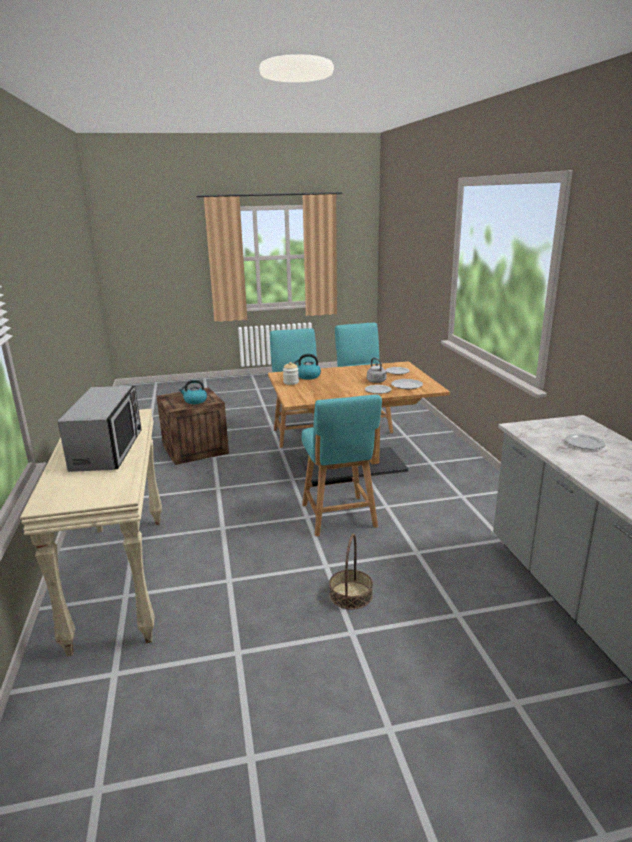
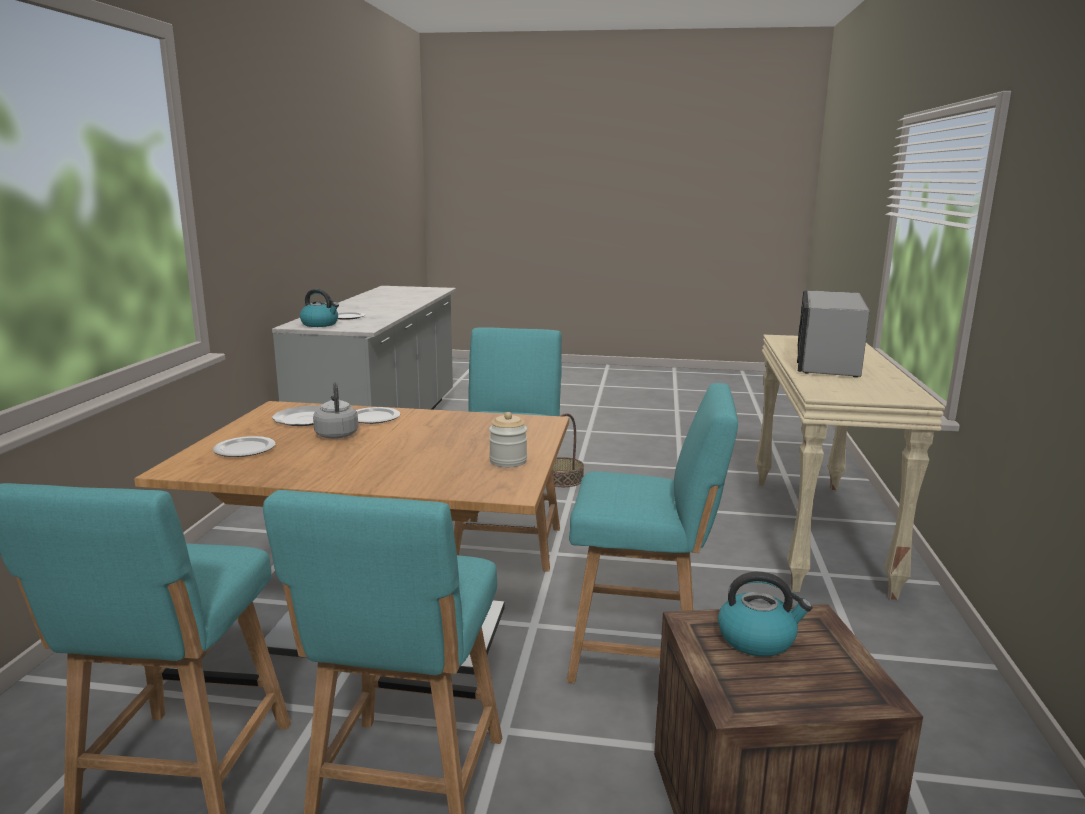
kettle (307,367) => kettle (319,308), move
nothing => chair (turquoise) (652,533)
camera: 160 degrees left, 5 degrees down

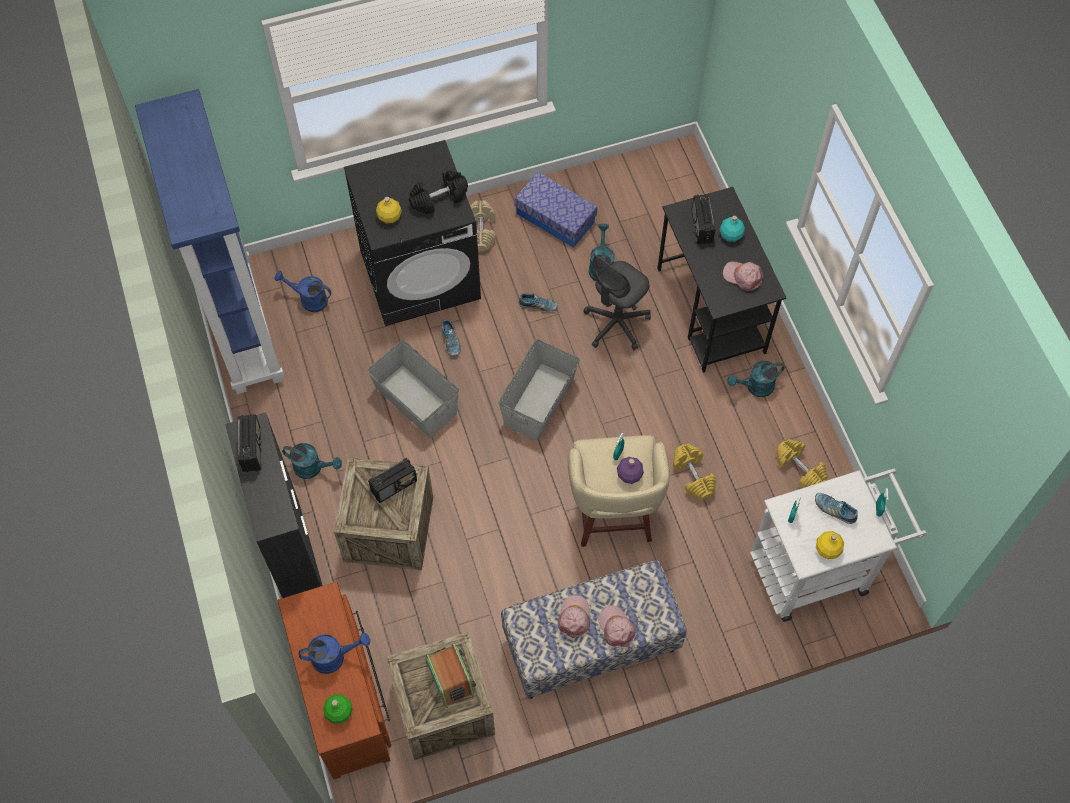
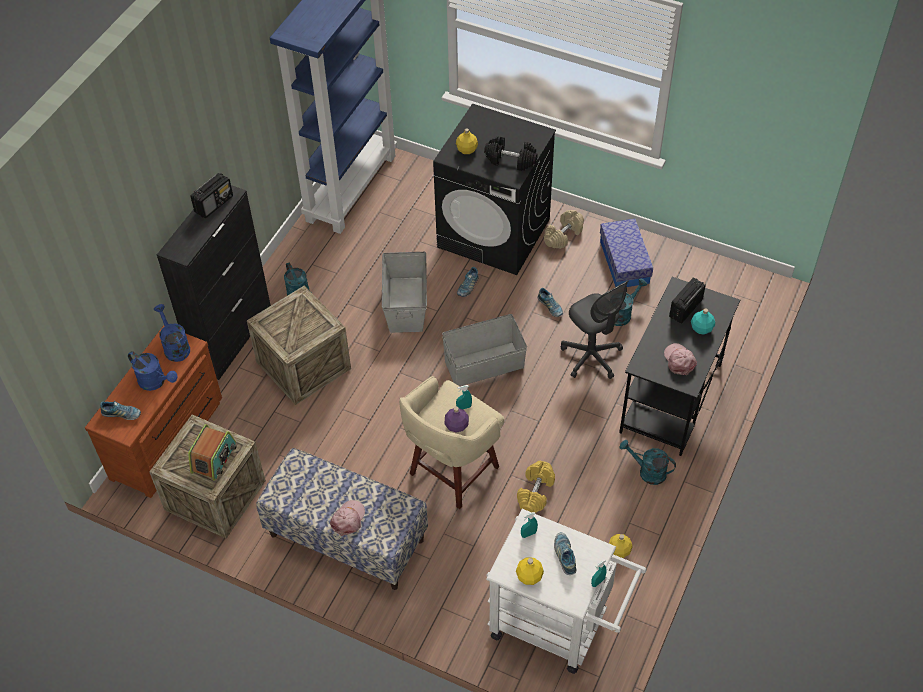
bottle (green) (338,709) => shoe (120,410)
watering can (blue) (302,291) => watering can (blue) (172,333), move
office chair (grey) (617,302) => office chair (grey) (594,330), 120 degrees counterclockwise
dumbbell (yellow) (802,463) => bottle (yellow) (620,546)
radio (392,480) => nothing
cap (pink) (574,616) => nothing
camera: 45 degrees right, 10 degrees down

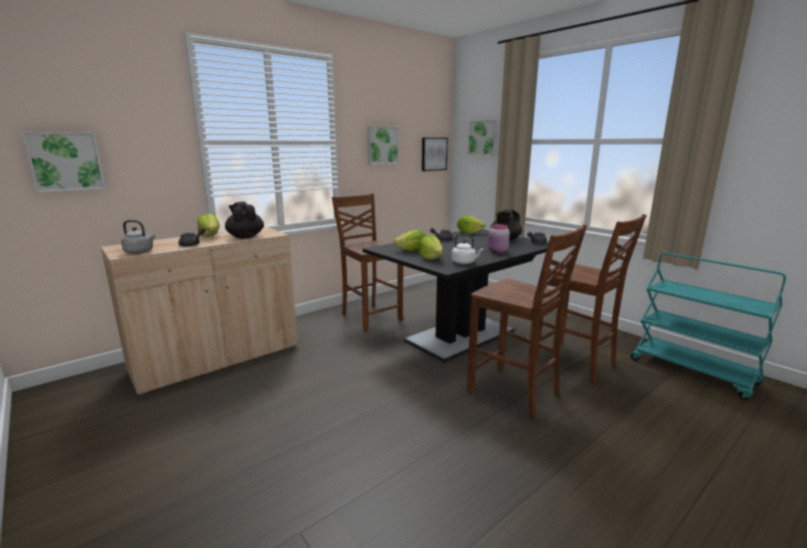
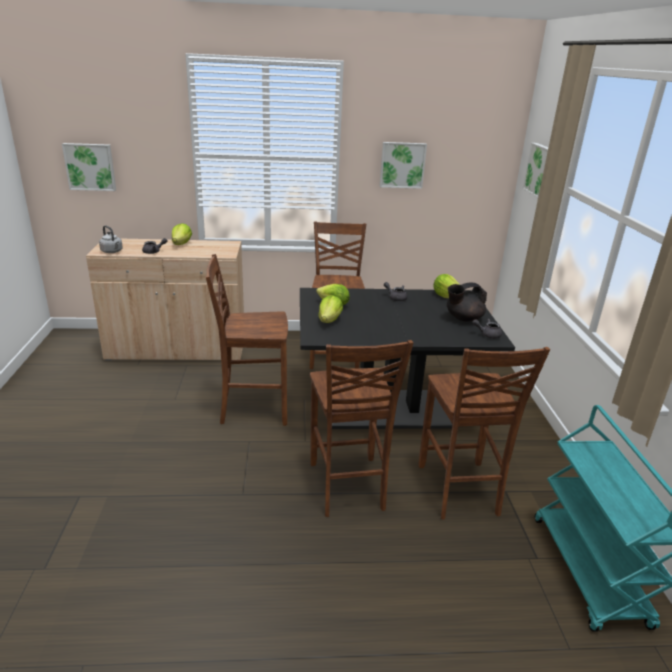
nothing => chair (brown) (246,340)
teapot (black) (244,220) => nothing
picture (435,154) => nothing
kettle (white) (467,249) => nothing
jar (pink) (499,238) => nothing
camera: 35 degrees right, 10 degrees up

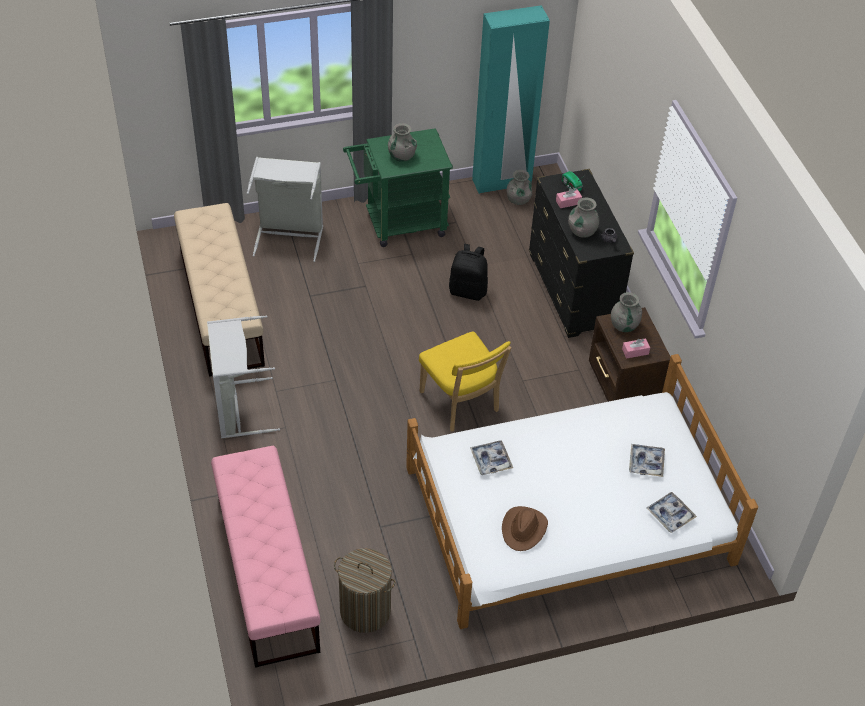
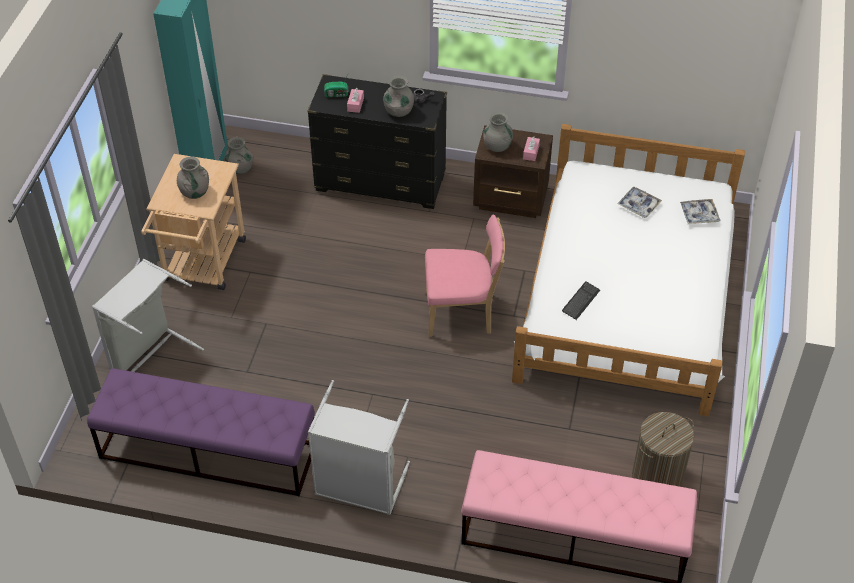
bench (beige) (219,290) => bench (purple) (201,432)
cart (green) (398,187) => cart (beige) (194,222)
chair (yellow) (465,382) => chair (pink) (465,275)
tray (491,457) => keyboard (581,300)
backpack (black) (468,272) => nothing
hat (brown) (525,528) => nothing
camera: 60 degrees left, 0 degrees up

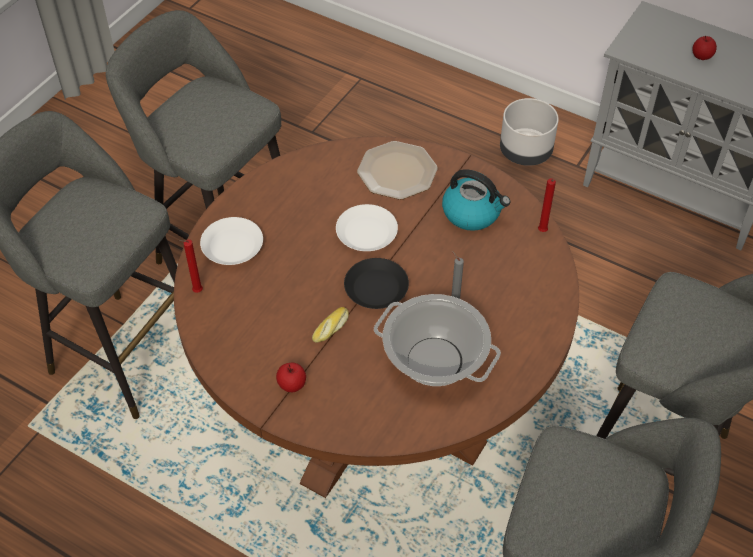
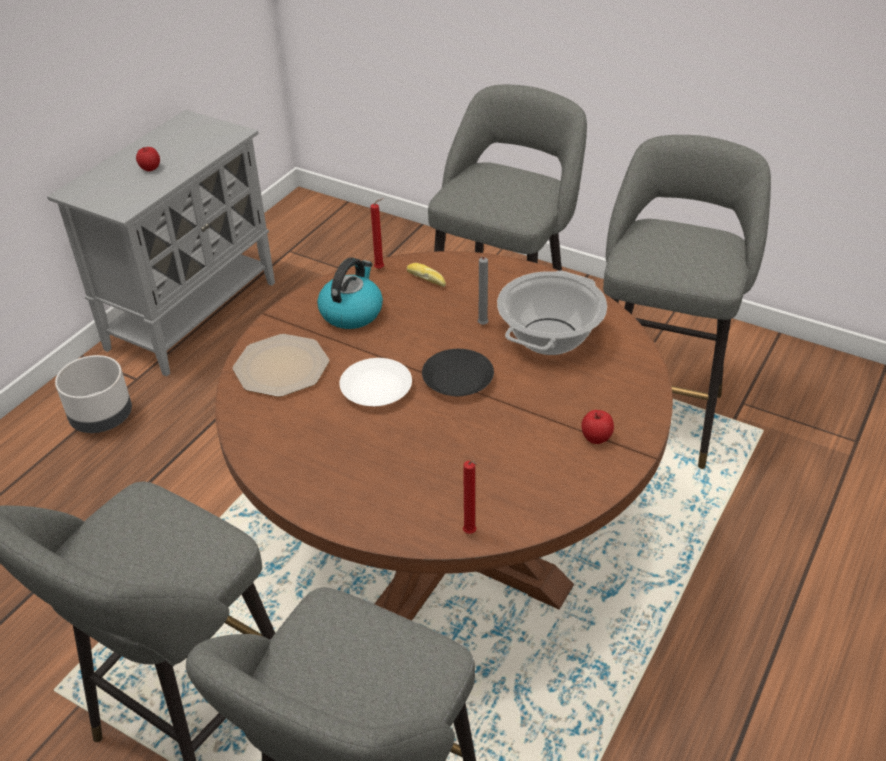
bread (330,325) => bread (426,275), move
plate (white) (231,241) => nothing
camera: 90 degrees left, 10 degrees down

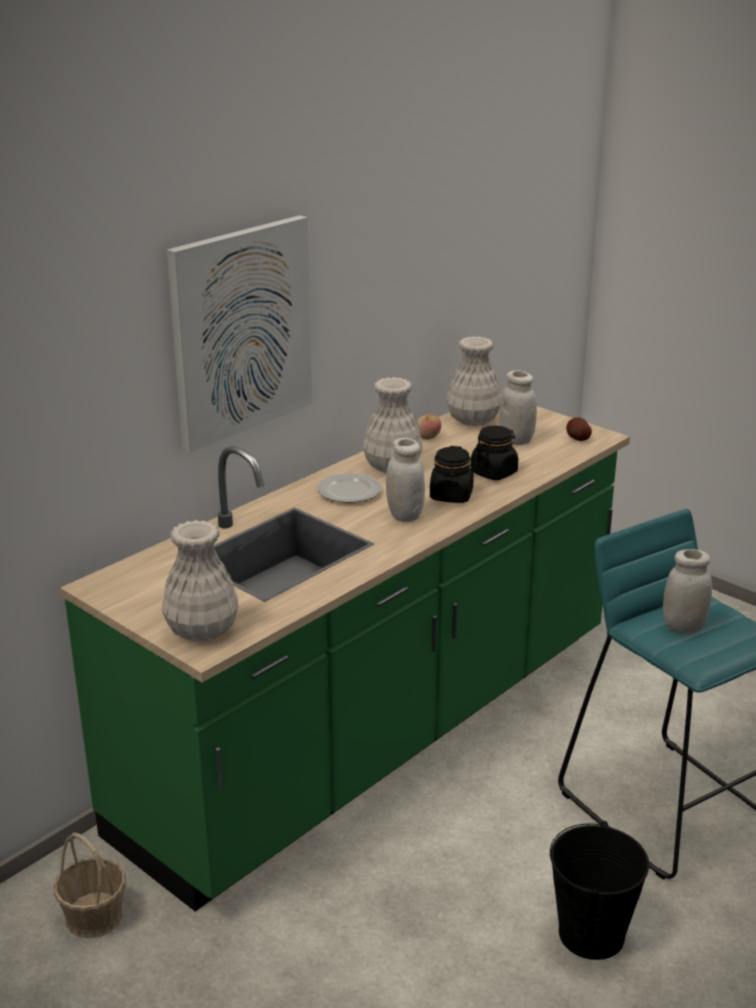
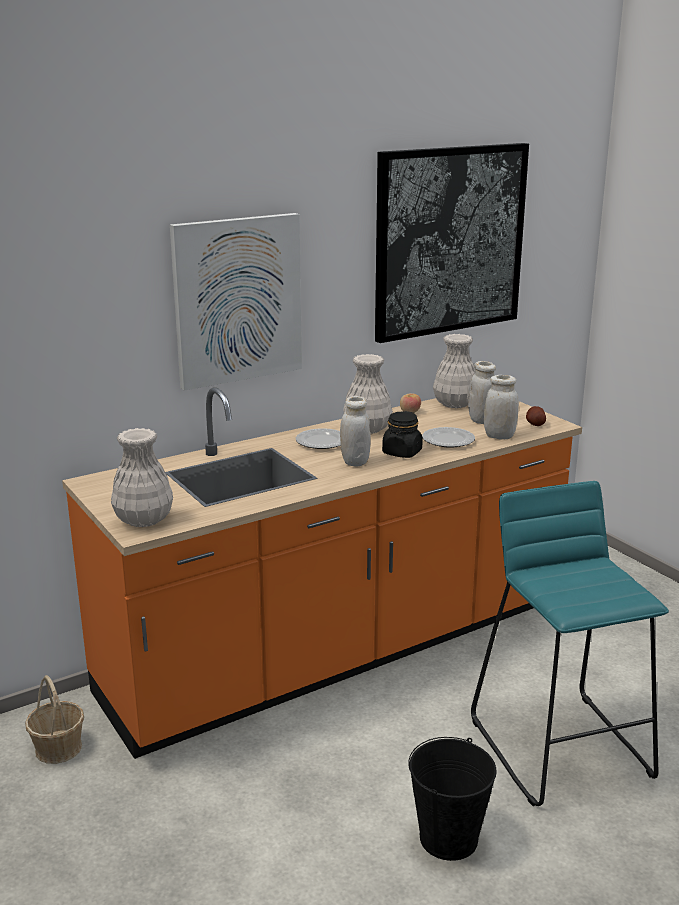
counter (green) (345,652) => counter (orange) (322,573)
nothing => picture (452,243)
jar (black) (494,453) => plate (448,437)
jar (white) (687,591) => jar (white) (501,407), move
camera: 15 degrees right, 5 degrees down

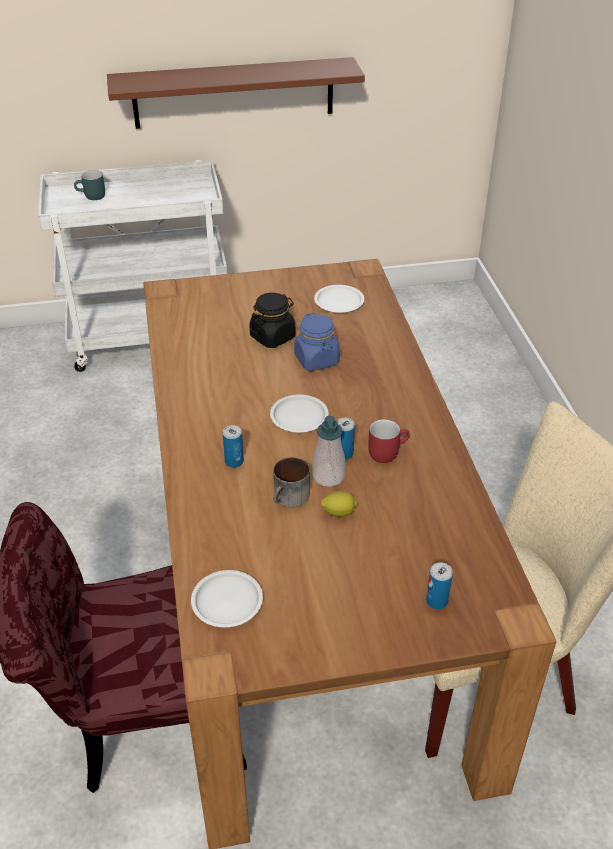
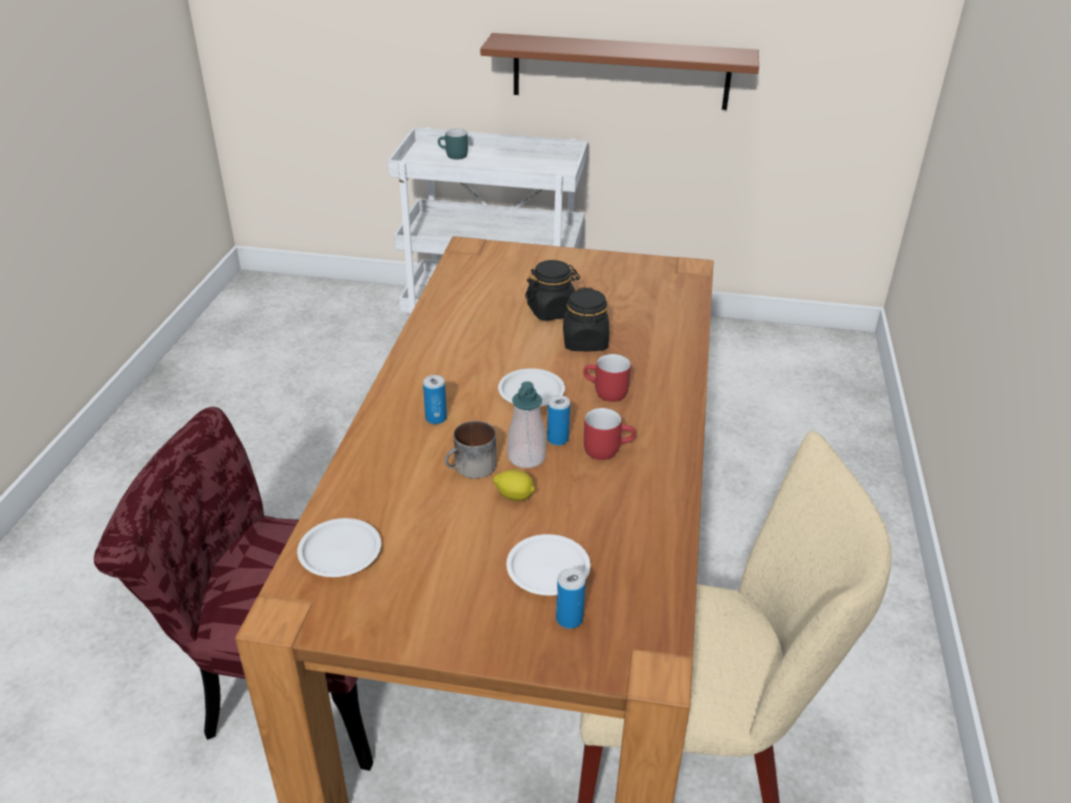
plate (white) (339,299) => plate (white) (548,565), move
jar (blue) (317,342) => jar (black) (586,319)
nothing => mug (red) (607,378)
camera: 20 degrees right, 5 degrees down

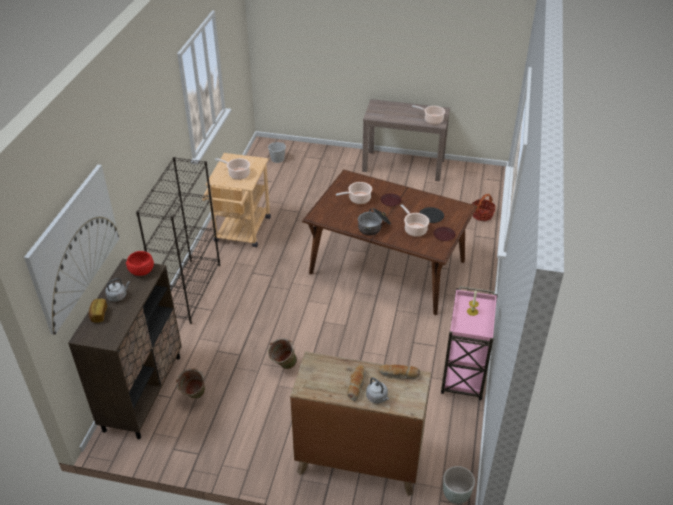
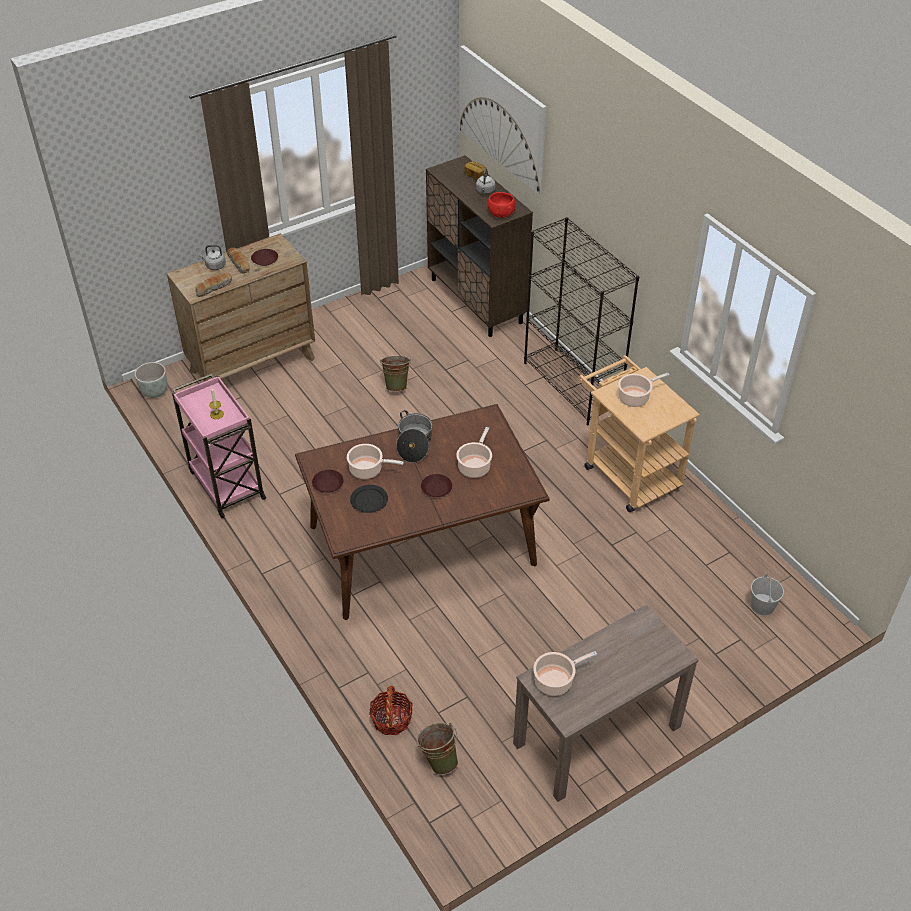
nothing => plate (brown) (264,257)
bucket (green) (190,383) => bucket (green) (437,749), move
camera: 135 degrees right, 5 degrees up

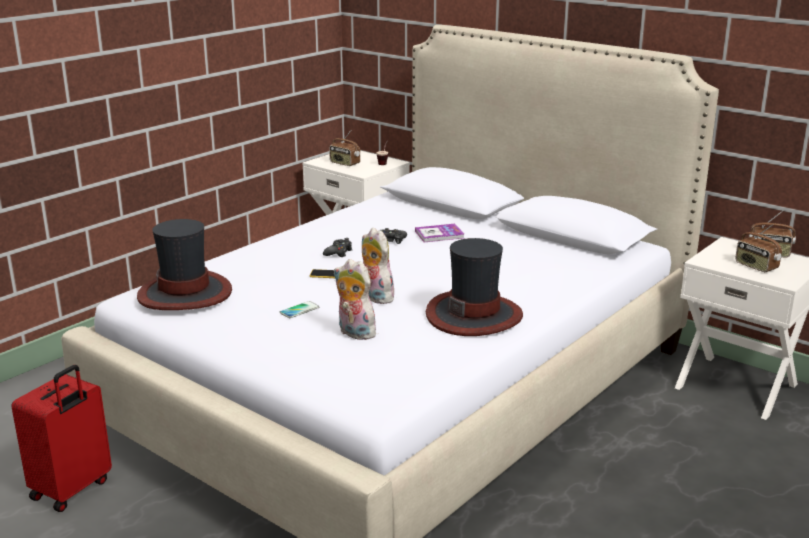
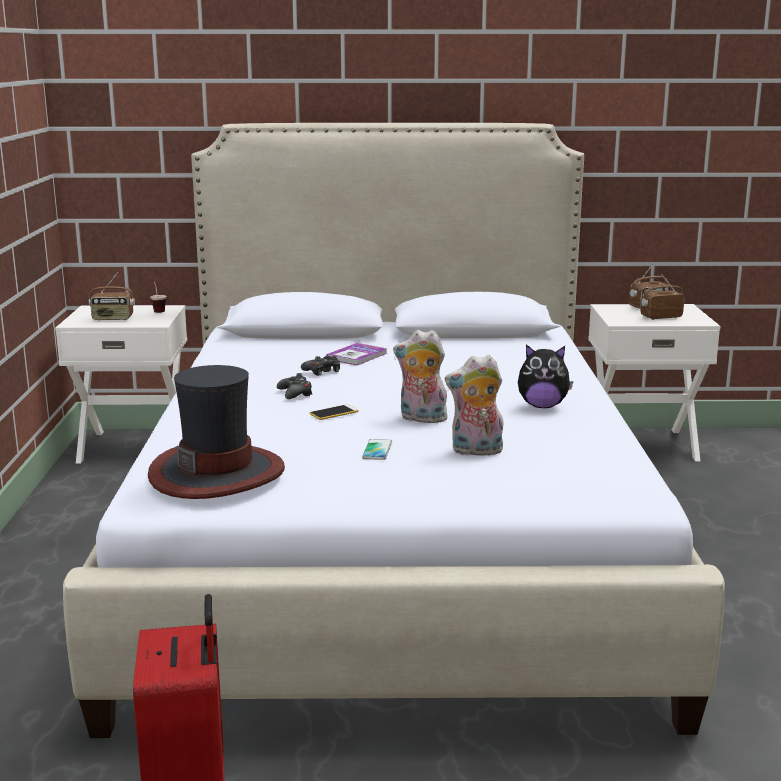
hat (474,287) => plush toy (545,376)
radio (758,248) => radio (662,297), 150 degrees clockwise
camera: 40 degrees left, 5 degrees down

